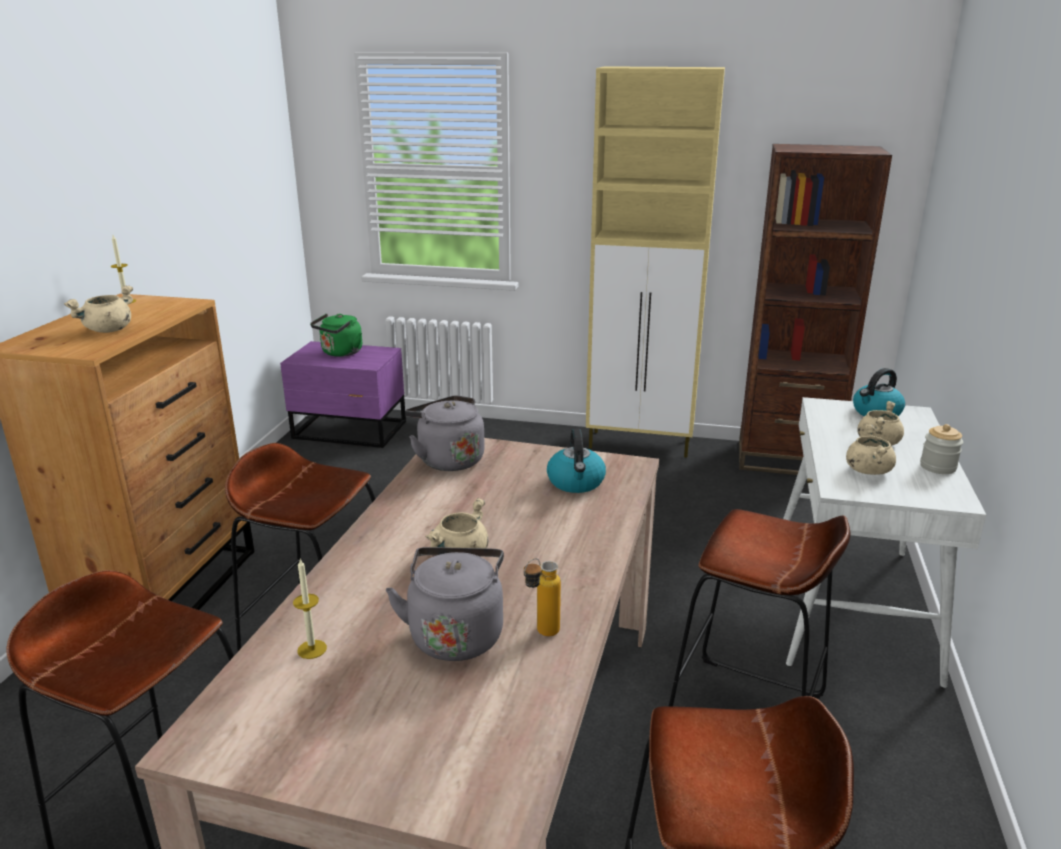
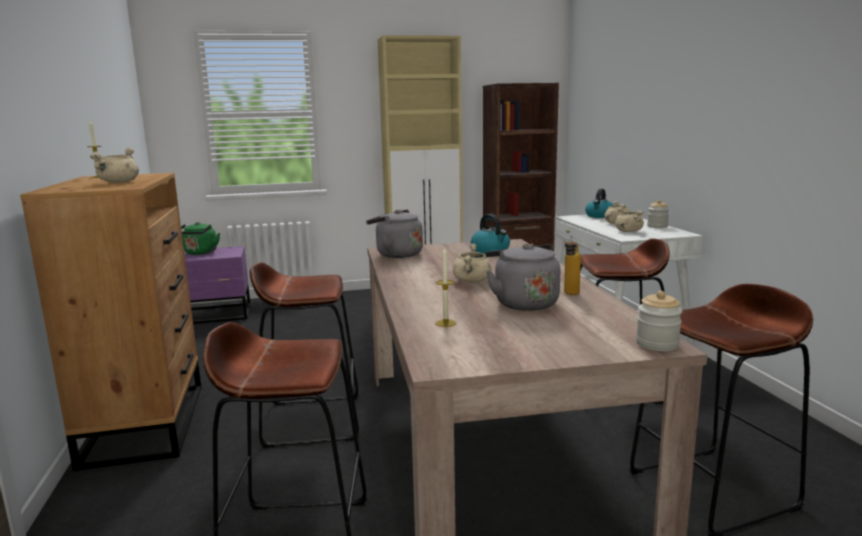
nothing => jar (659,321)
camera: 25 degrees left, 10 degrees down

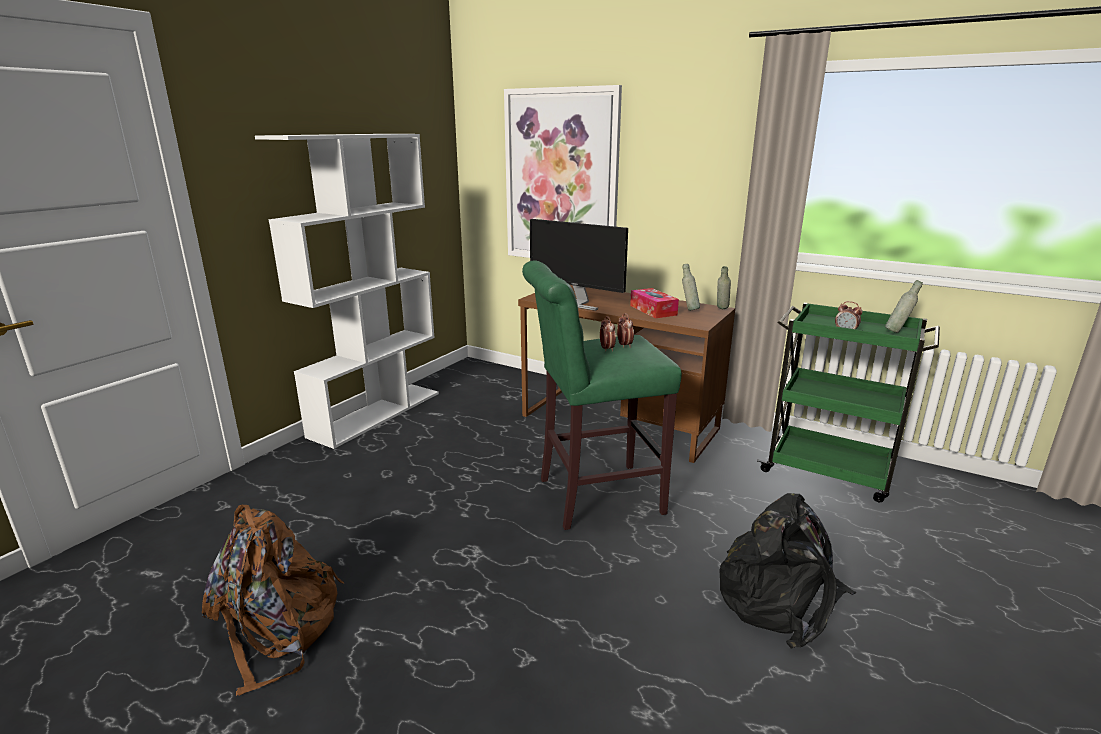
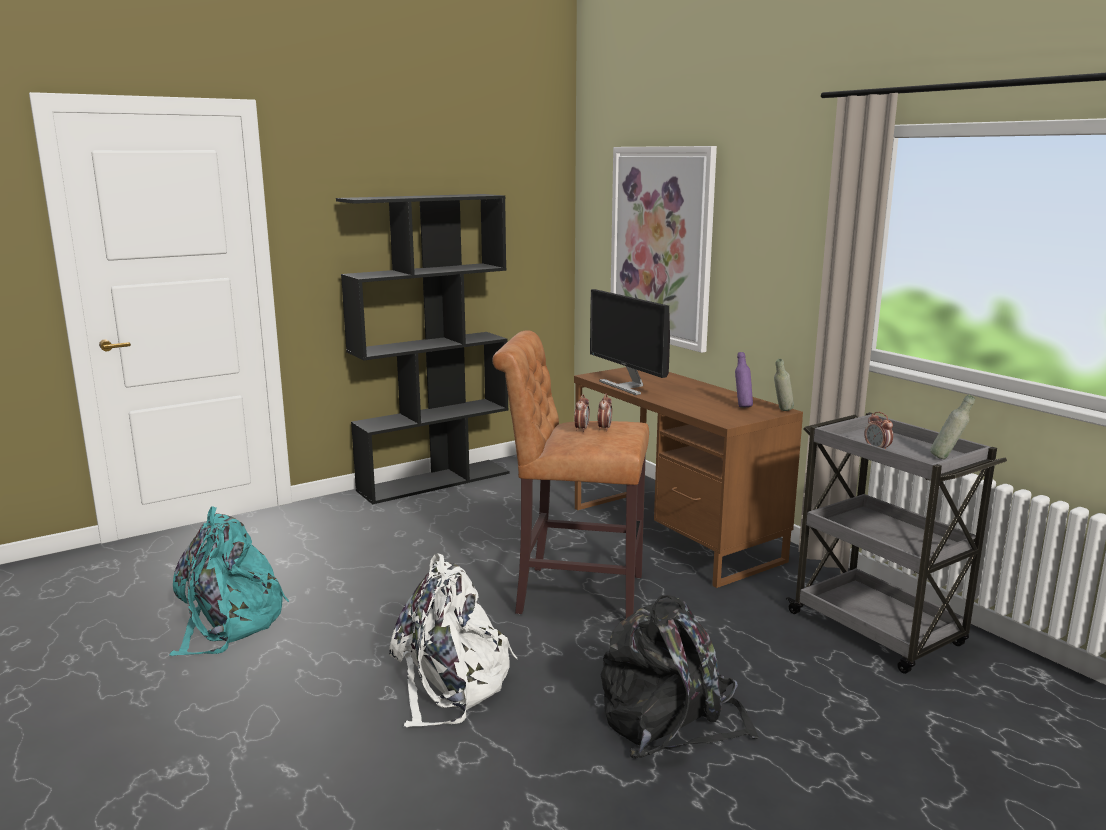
backpack (brown) (273,600) => backpack (turquoise) (229,581)
bookcase (white) (347,291) => bookcase (black) (423,349)
nothing => backpack (white) (453,640)
stool (green) (602,395) => stool (brown) (570,474)
bottle (grey) (691,287) => bottle (purple) (744,380)
cart (green) (848,402) => cart (grey) (896,543)
tissue box (654,303) => nothing
camera: 25 degrees right, 5 degrees down

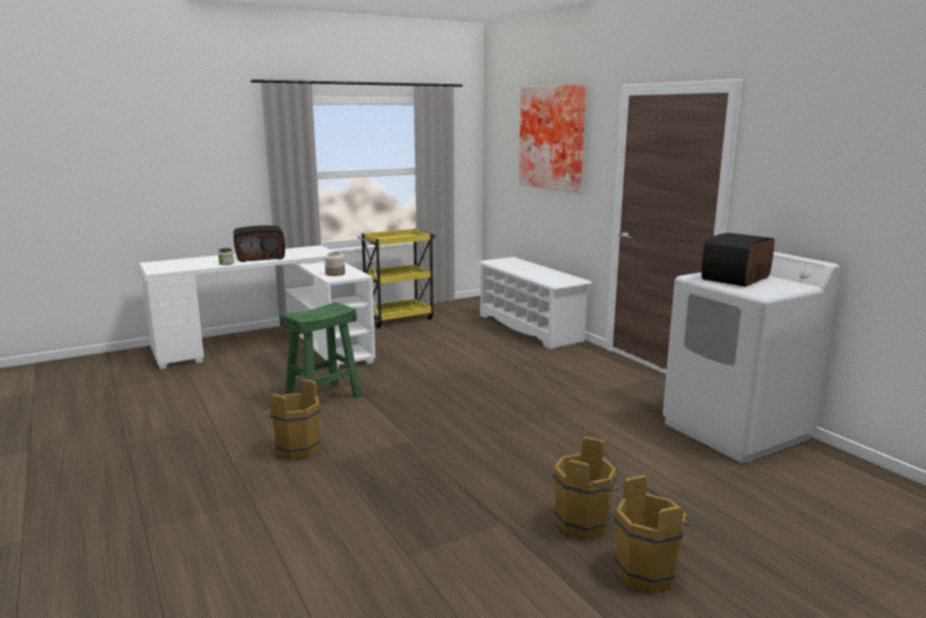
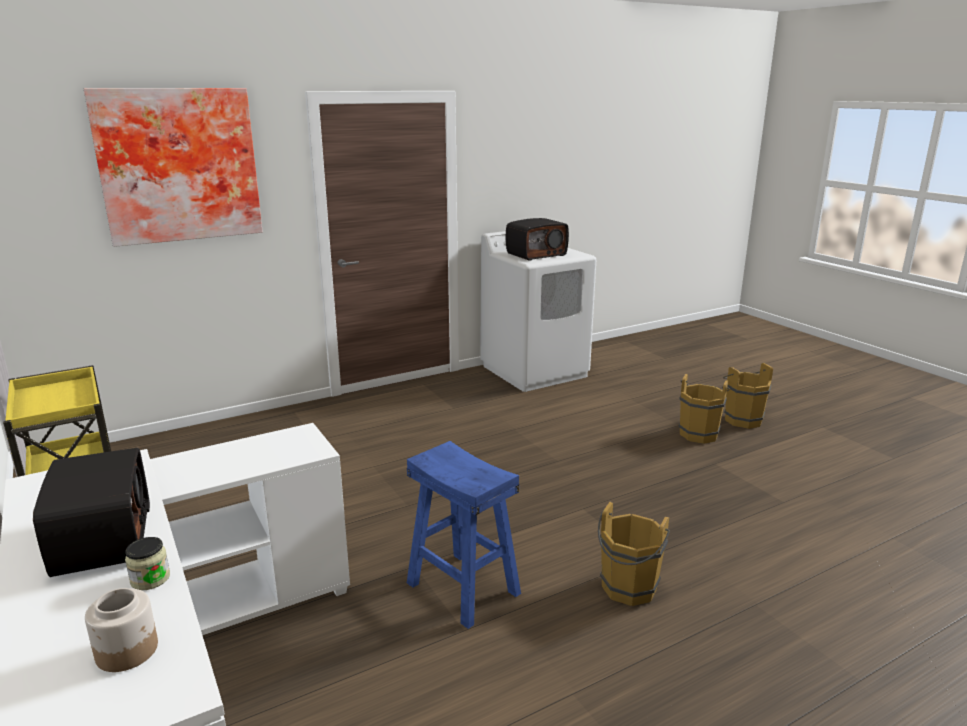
jar (334,264) => jar (121,630), move
stool (green) (321,350) => stool (blue) (464,535)
radio (738,260) => radio (537,239), 75 degrees counterclockwise
shoe rack (white) (535,303) => nothing
camera: 90 degrees left, 5 degrees up

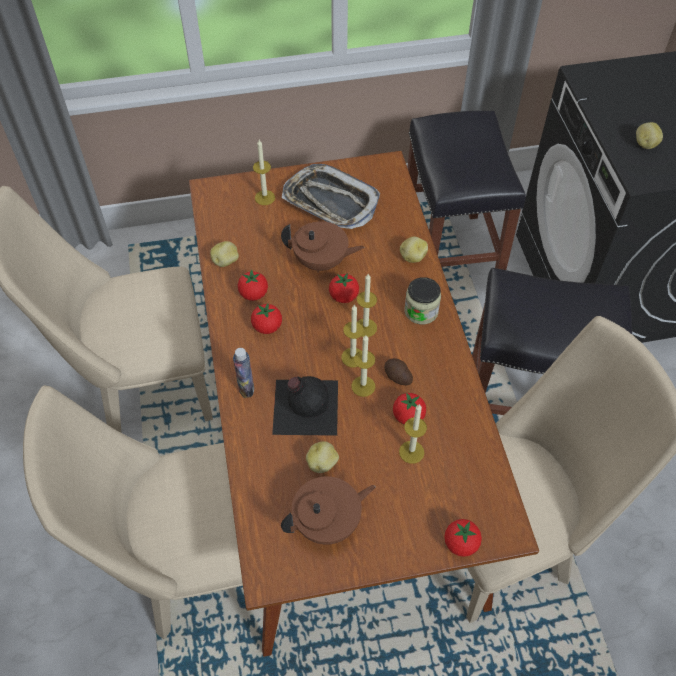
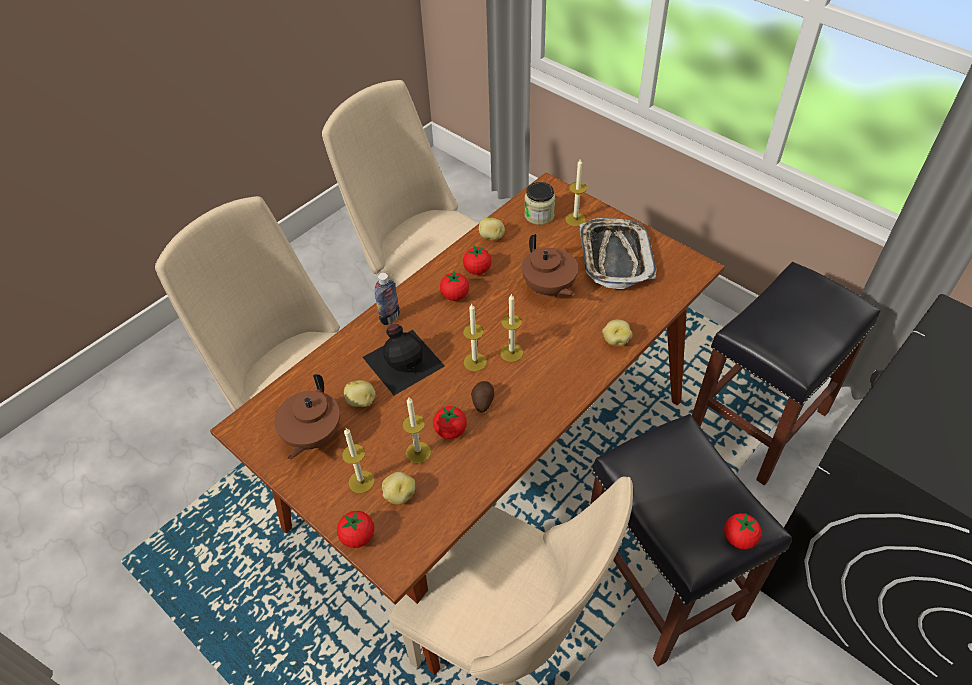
teapot (brown) (328,510) => teapot (brown) (307,417), 75 degrees clockwise
candle (363,366) => candle (358,460), move
potato (649,135) => potato (398,488), move
jar (422,300) => jar (540,203), move
tomato (344,288) => tomato (743,531), move
camera: 55 degrees right, 5 degrees down

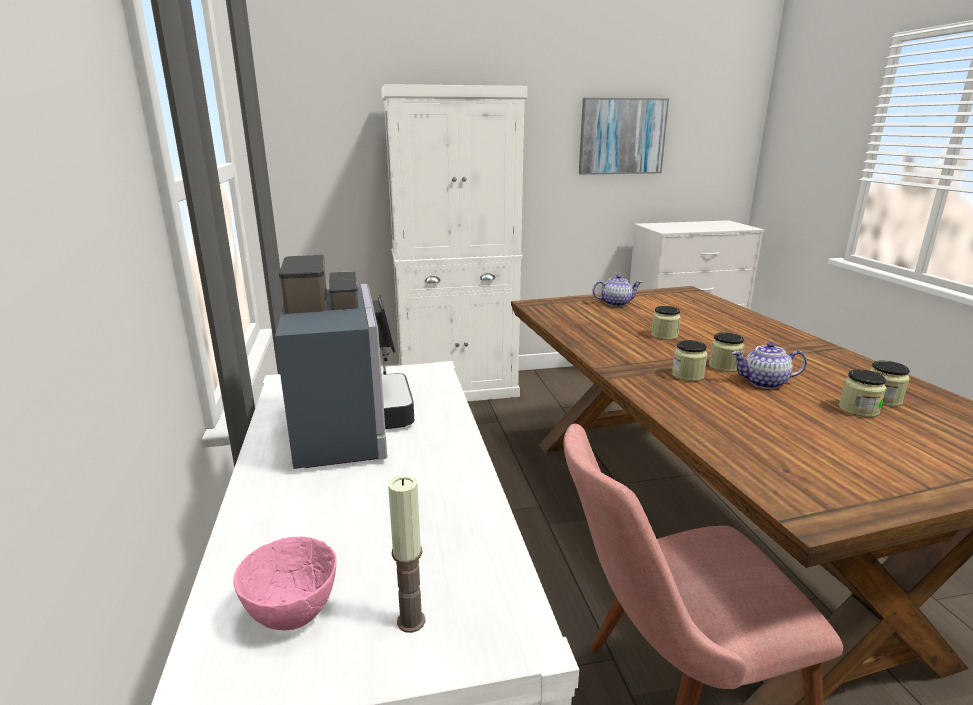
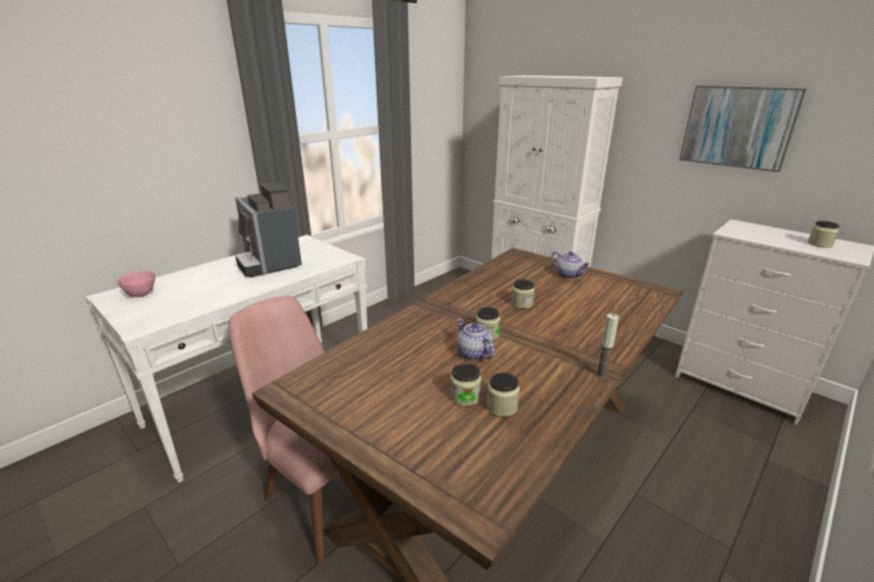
coffee machine (344,362) => coffee machine (268,229), 105 degrees clockwise
candle (406,554) => candle (607,346), move
jar (690,360) => jar (824,234), move
camera: 55 degrees right, 5 degrees up

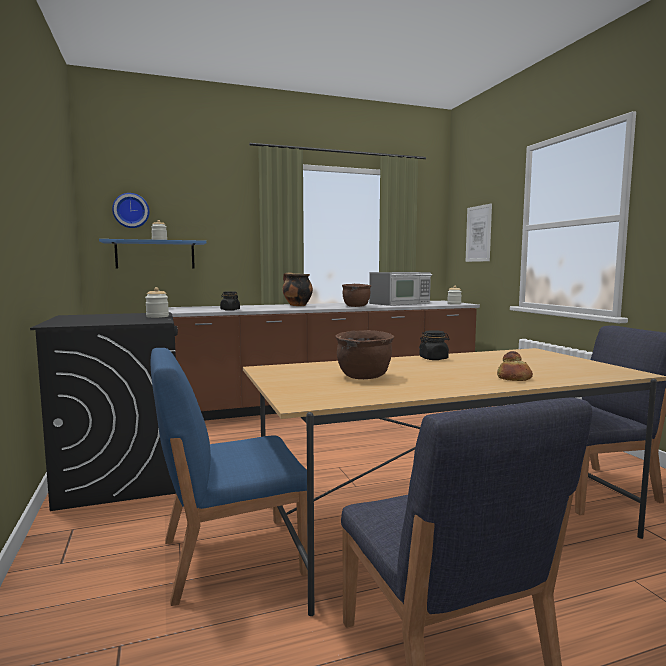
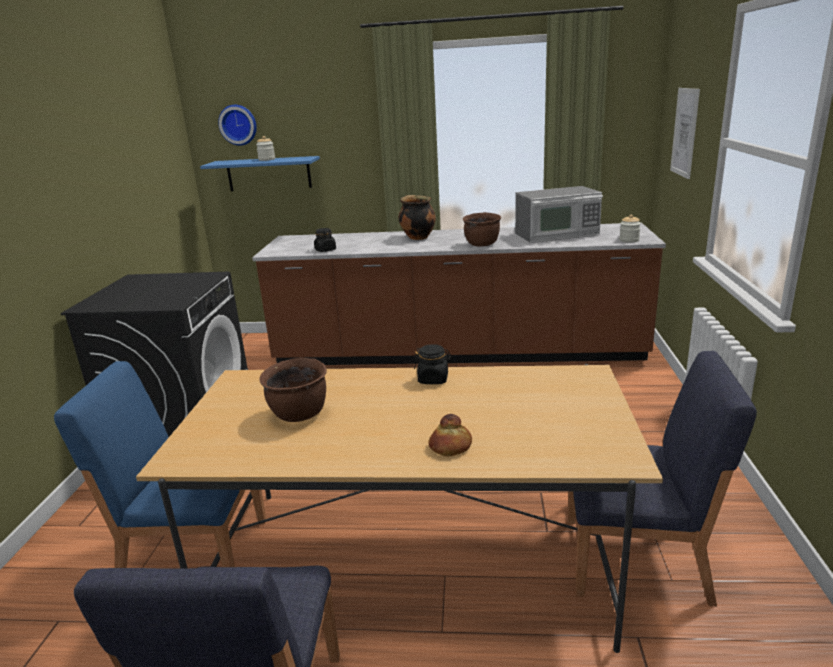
jar (157,302) => nothing
camera: 25 degrees right, 15 degrees up

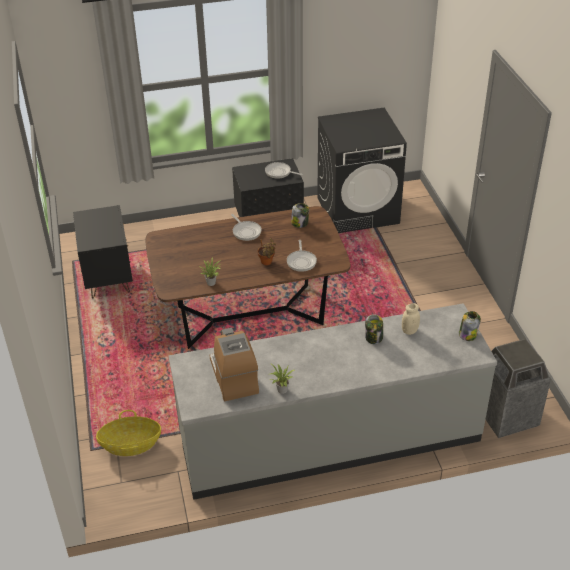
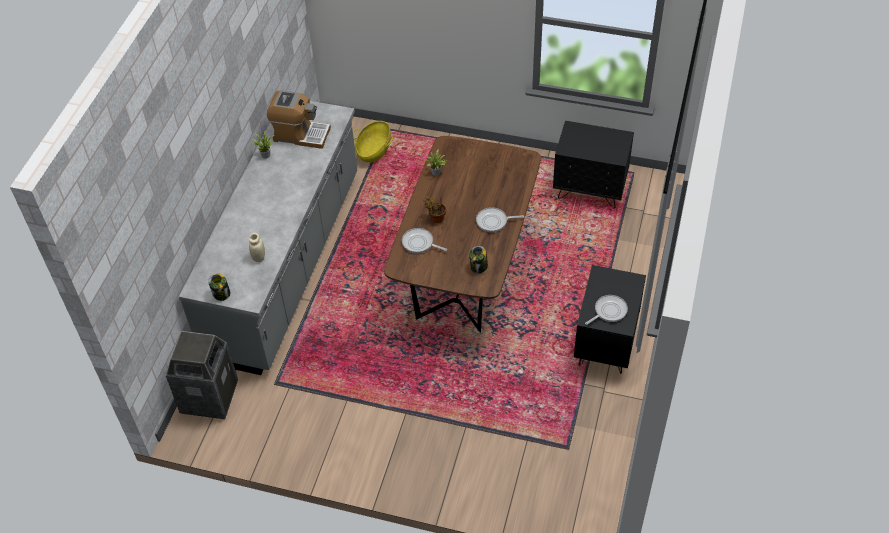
washing machine (black) (362,170) => nothing
jar (374,329) => nothing
camera: 120 degrees right, 10 degrees up

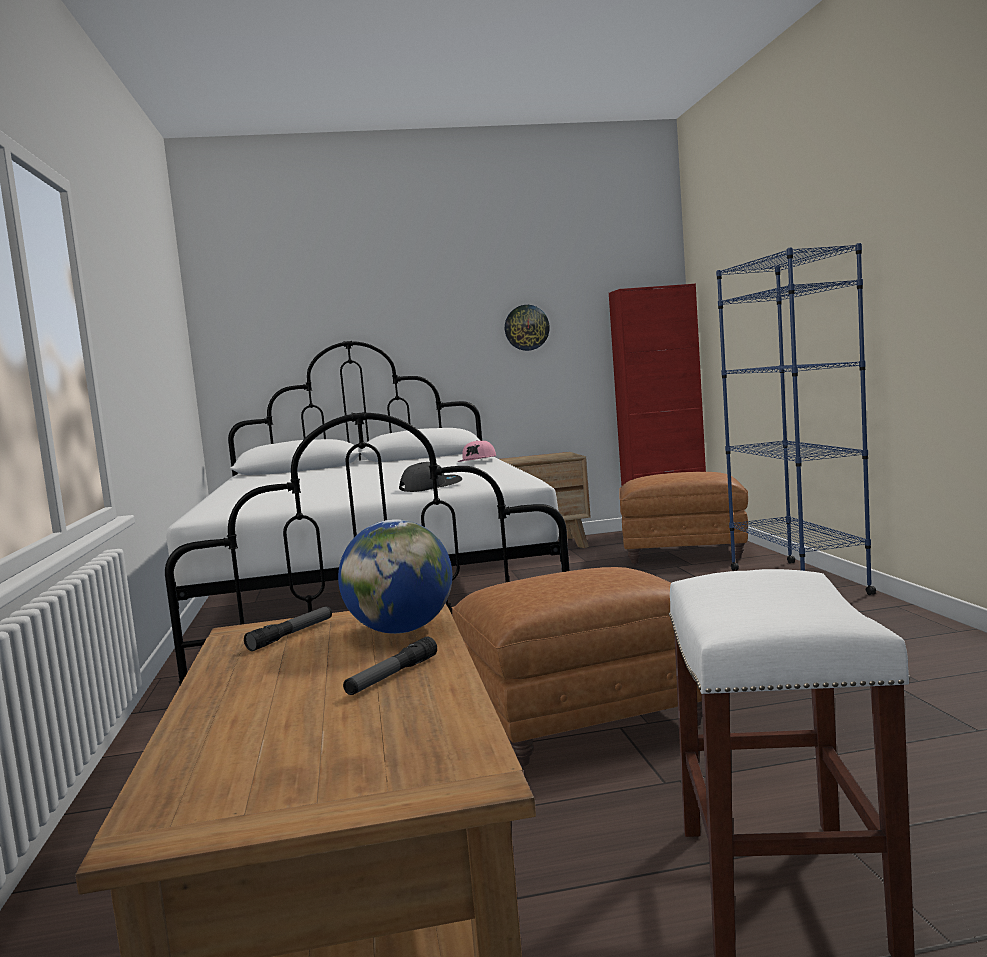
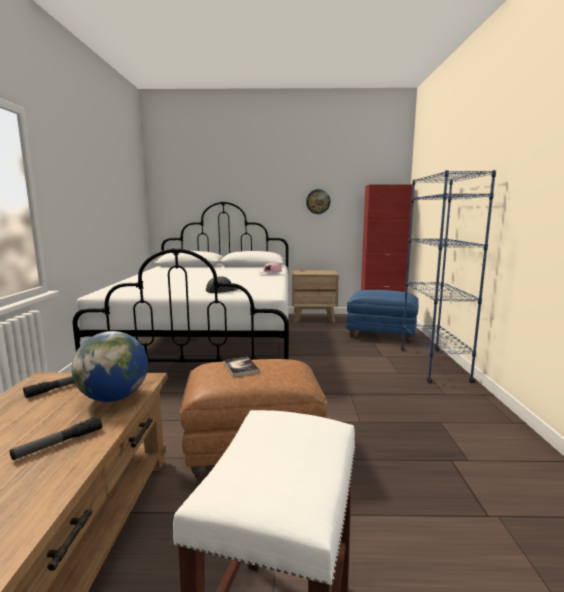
nothing => book (242,367)
ottoman (brown) (683,518) => ottoman (blue) (382,316)
camera: 10 degrees right, 5 degrees up

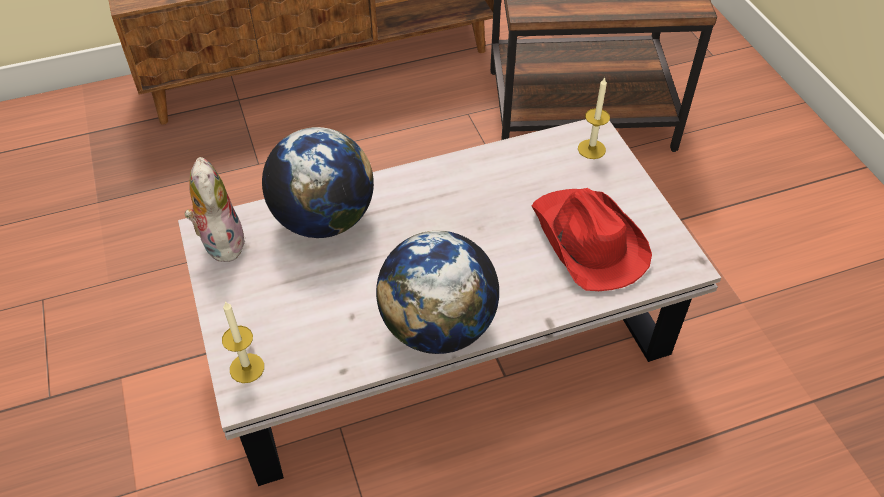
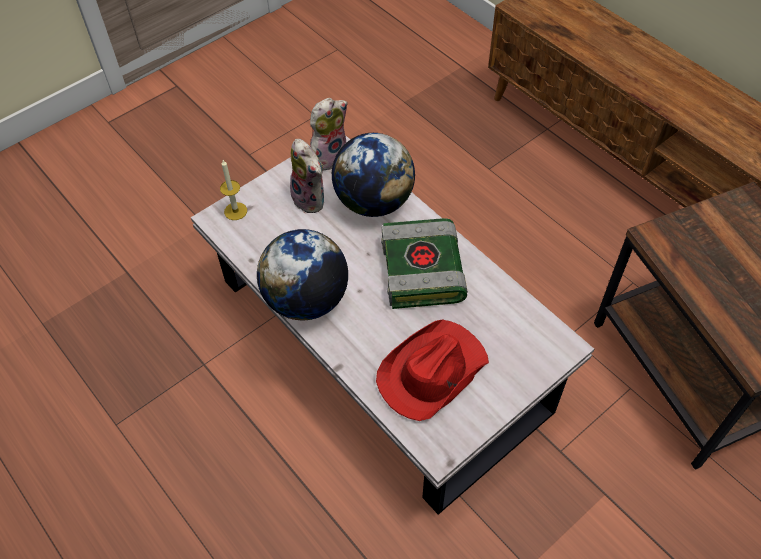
nothing => plush toy (307,176)
nothing => book (424,263)
candle (594,118) => nothing
camera: 70 degrees right, 5 degrees up

